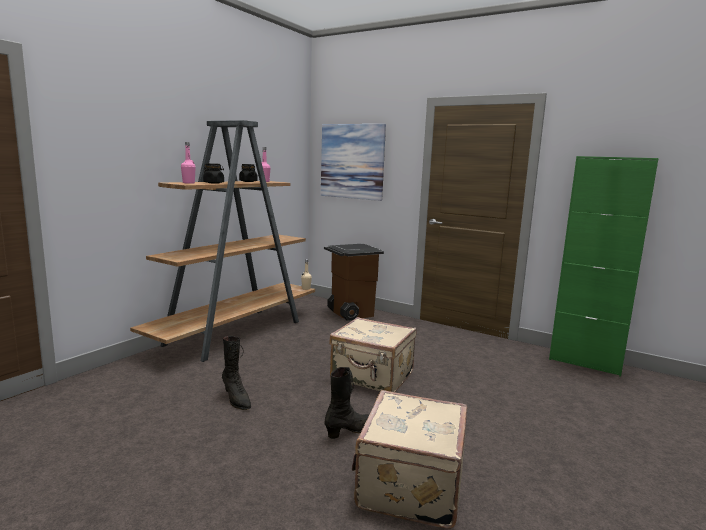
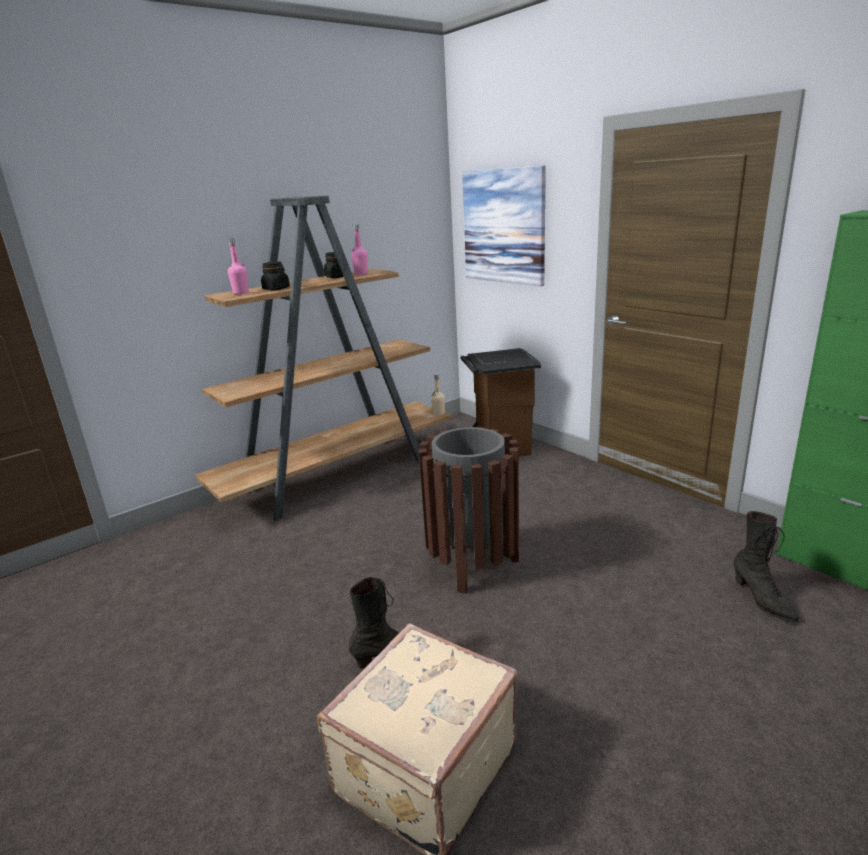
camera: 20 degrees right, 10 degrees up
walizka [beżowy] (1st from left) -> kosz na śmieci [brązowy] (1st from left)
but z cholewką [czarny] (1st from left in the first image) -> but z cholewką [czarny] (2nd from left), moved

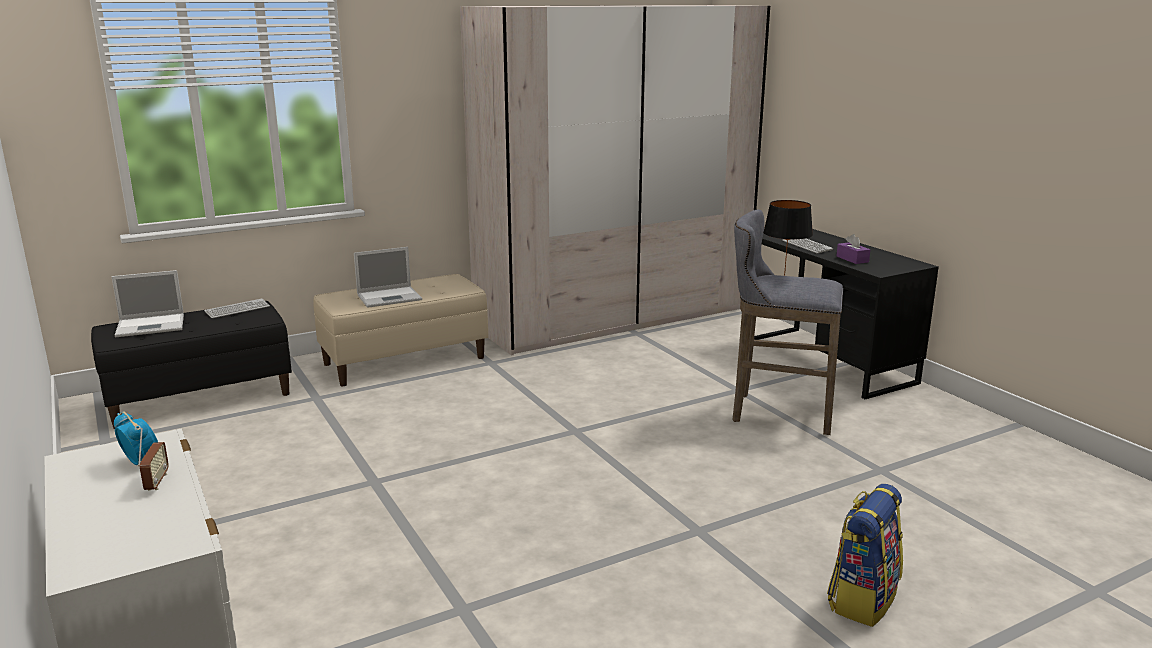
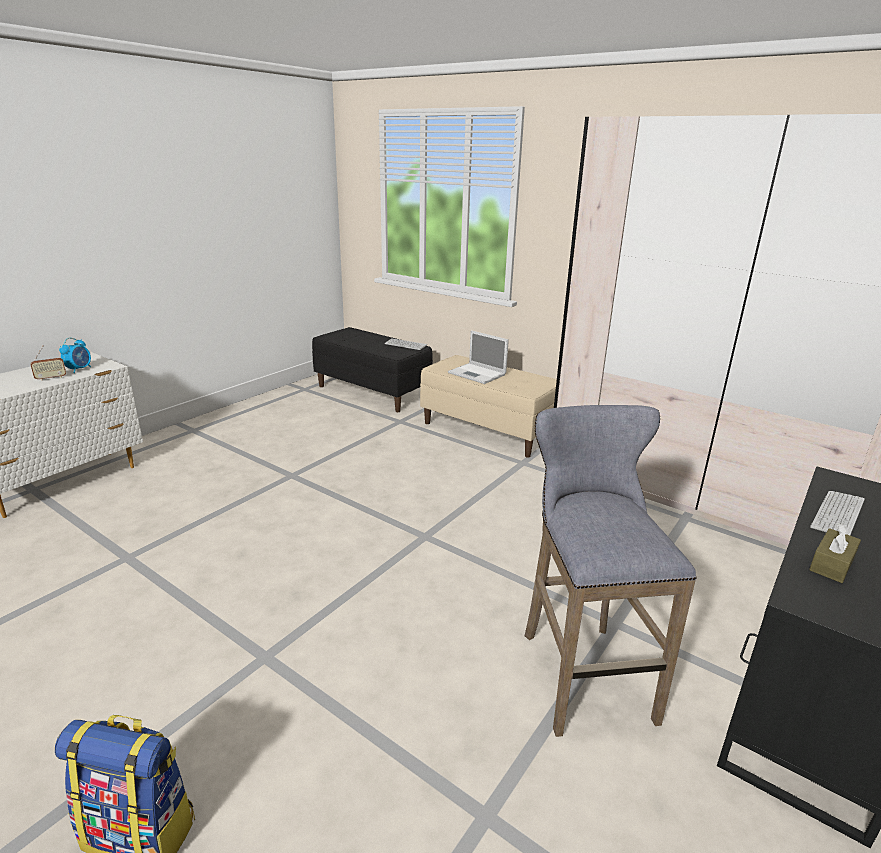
camera: 65 degrees right, 5 degrees up
lampa stołowa [czarny] -> none
pudełko chusteczek [fioletowy] -> pudełko chusteczek [brązowy]
laptop (1st from left) -> none

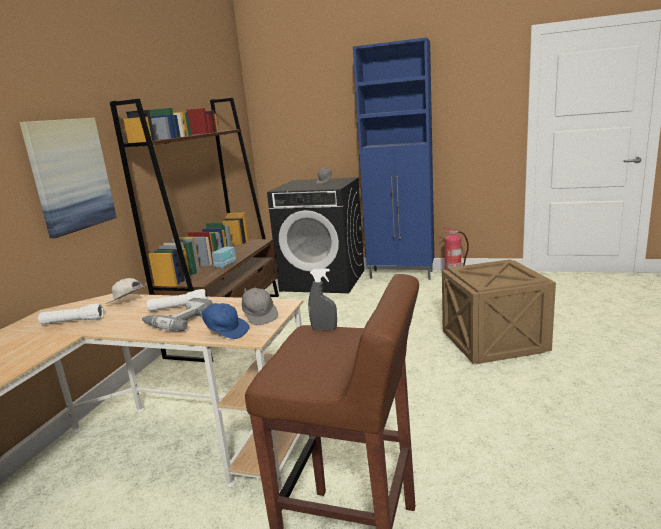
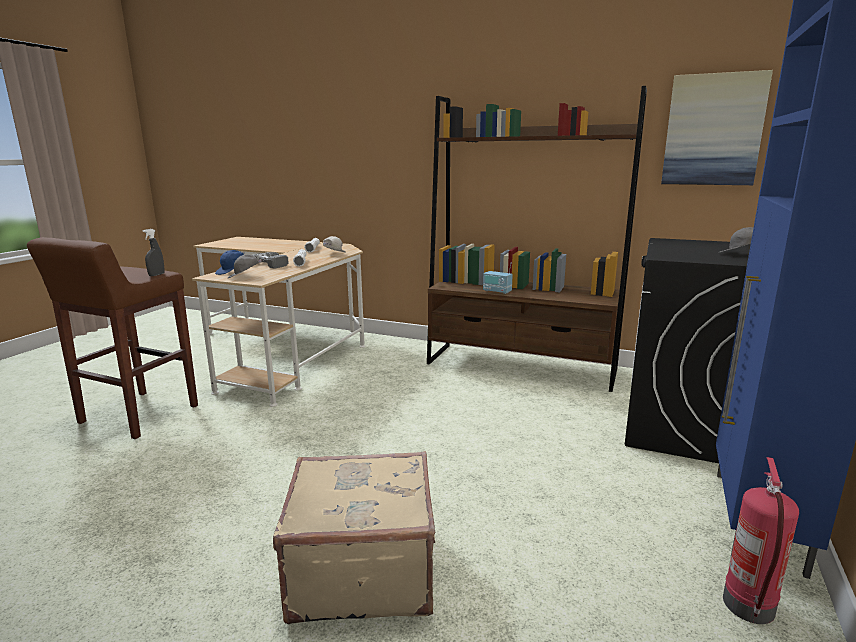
camera: 95 degrees right, 0 degrees up
obraz, moved
skrzynka -> walizka [beżowy]

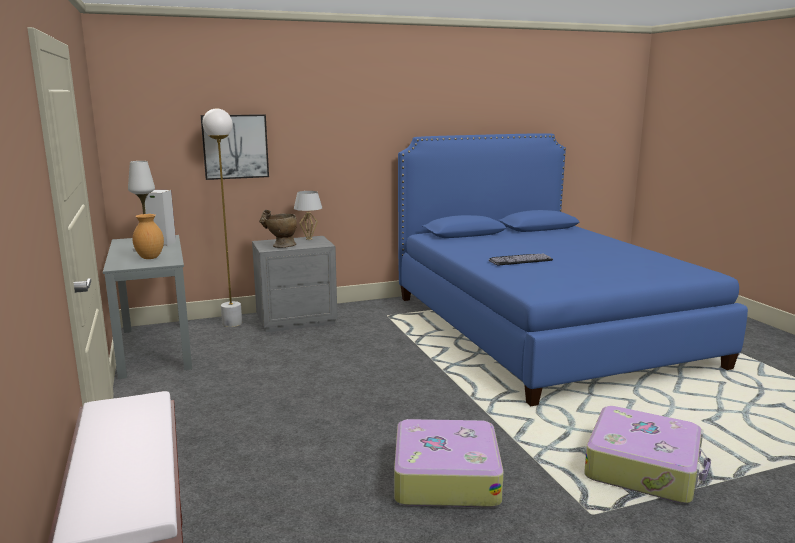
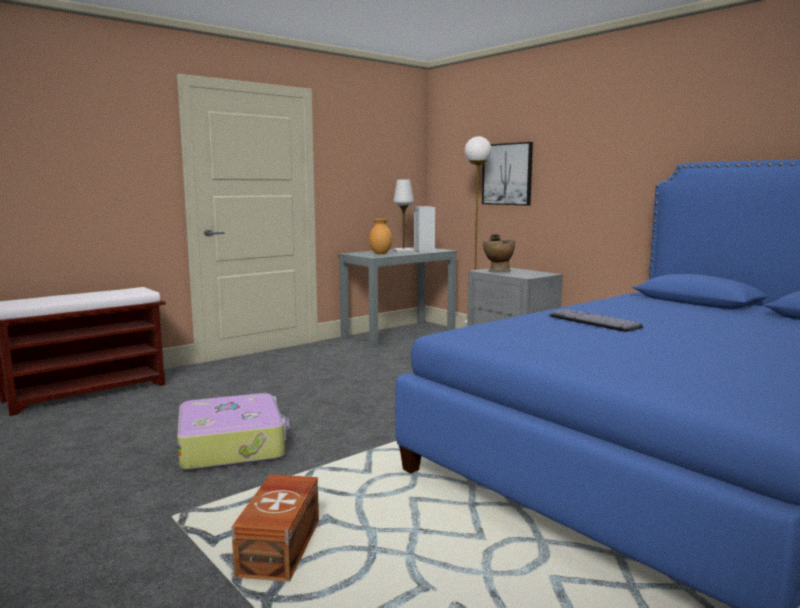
camera: 70 degrees right, 5 degrees down
lampa stołowa [biały] (2nd from left) -> none
walizka (2nd from left) -> pojemnik do przechowywania [brązowy]

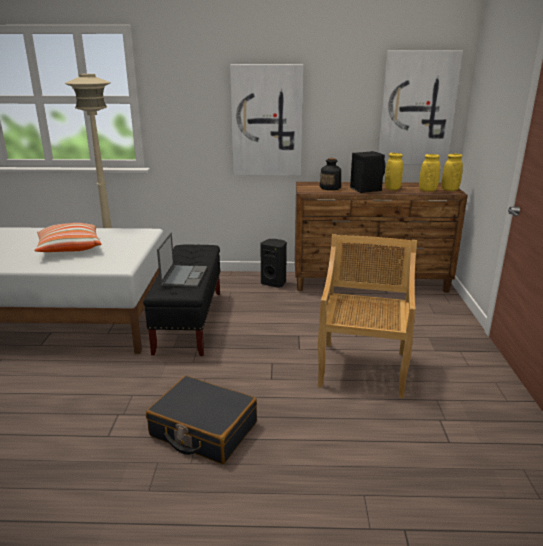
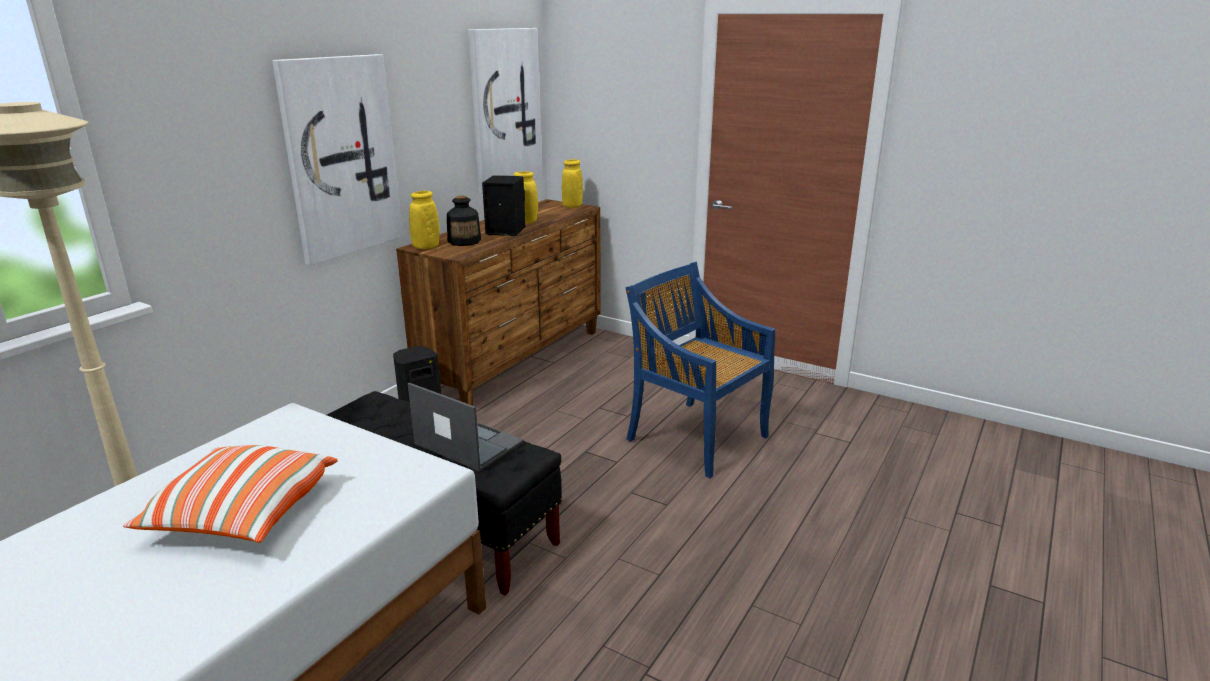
camera: 60 degrees left, 0 degrees up
wazon [żółty] (2nd from left in the first image) -> wazon [żółty] (1st from left), moved
krzesło [beżowy] -> krzesło [niebieski]
walizka [czarny] -> none

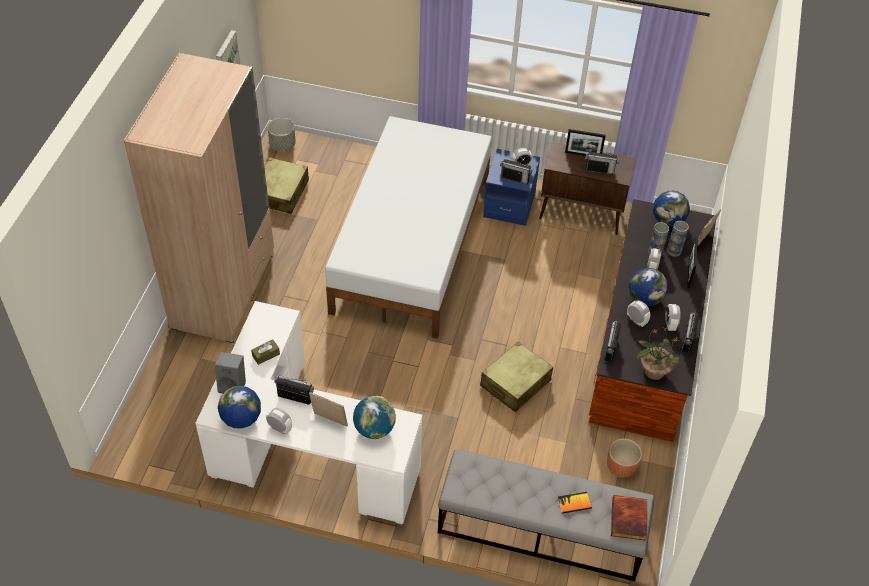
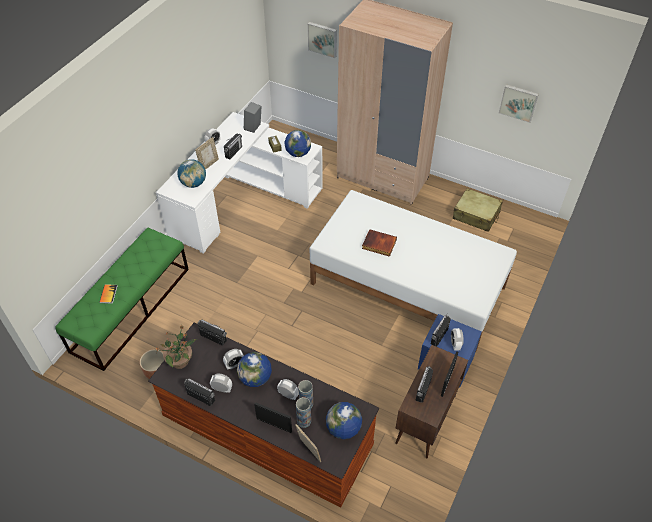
camera: 105 degrees right, 0 degrees up
donica [szary] -> none
walizka [beżowy] (2nd from left) -> none
globus (1st from left in the first image) -> globus (3rd from left), moved
ławka [szary] -> ławka [zielony]
książka (2nd from left), moved
none -> obraz (1st from left)

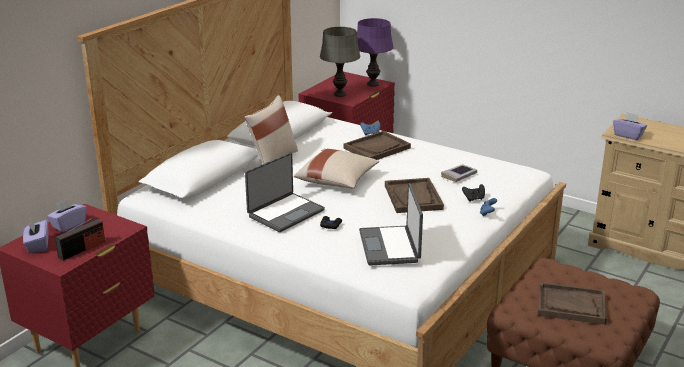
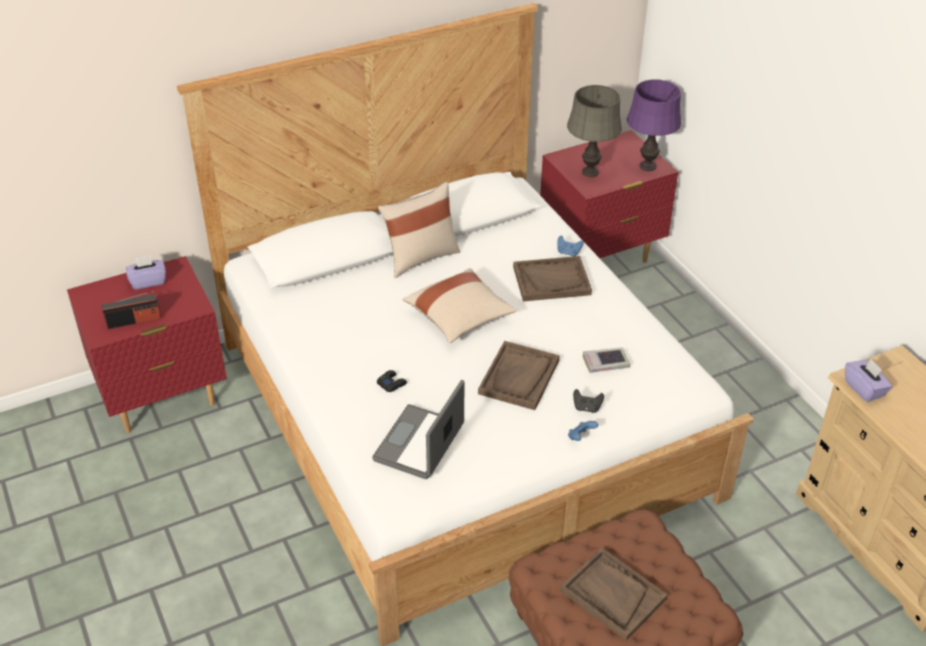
camera: 30 degrees right, 15 degrees up
laptop (1st from left) -> none
pudełko chusteczek [fioletowy] (1st from left) -> none

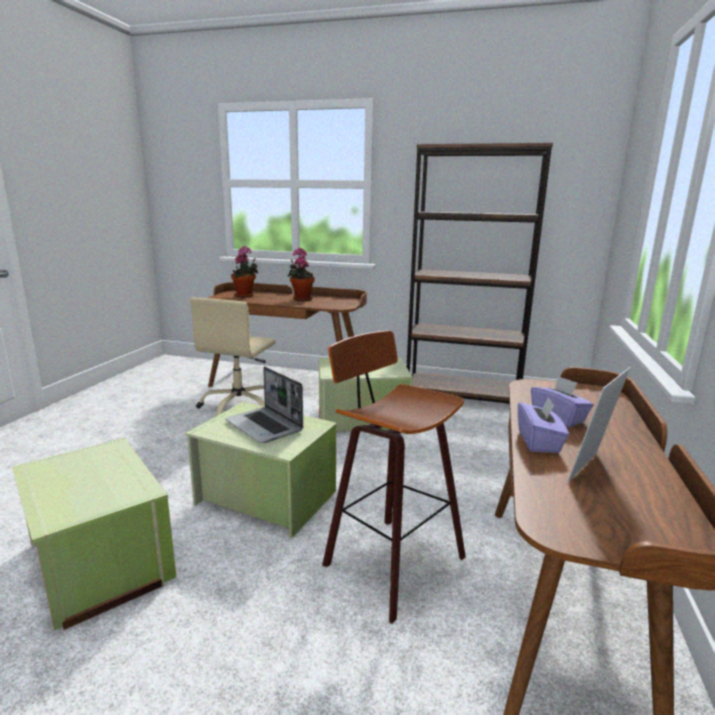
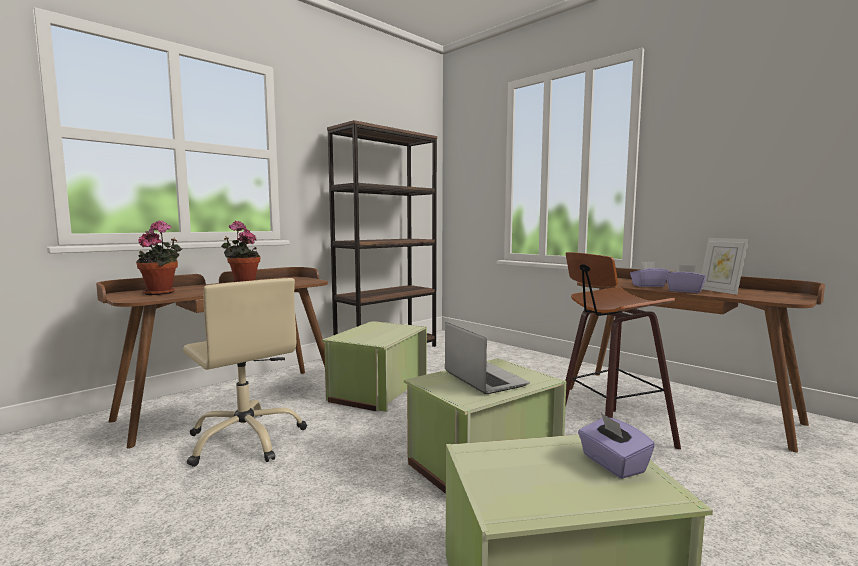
camera: 60 degrees left, 10 degrees down
laptop, 105 degrees counterclockwise
none -> pudełko chusteczek [fioletowy] (1st from left)

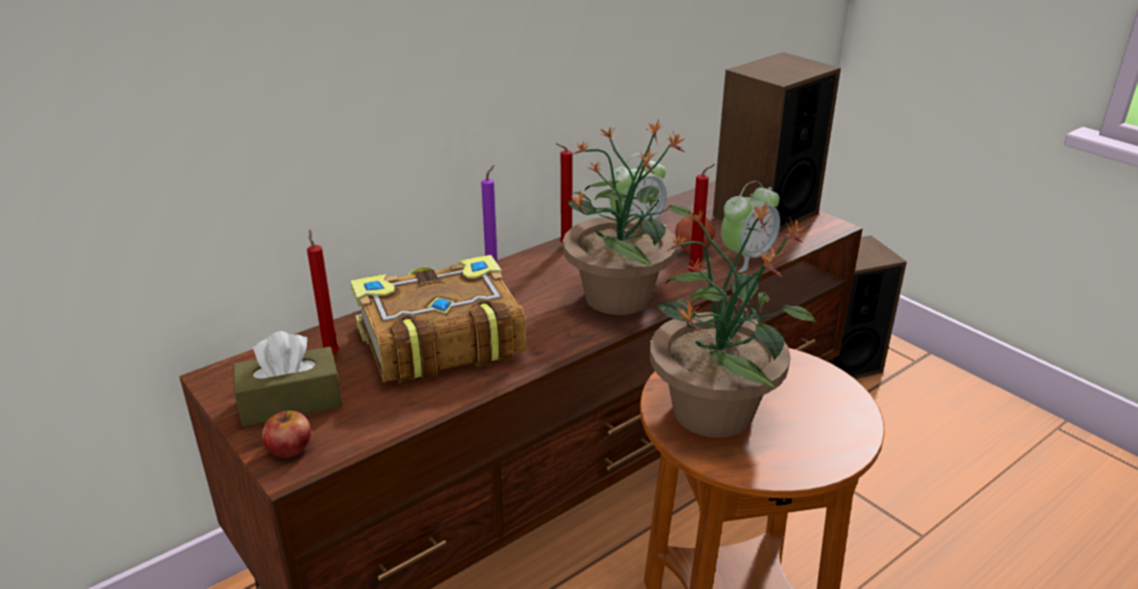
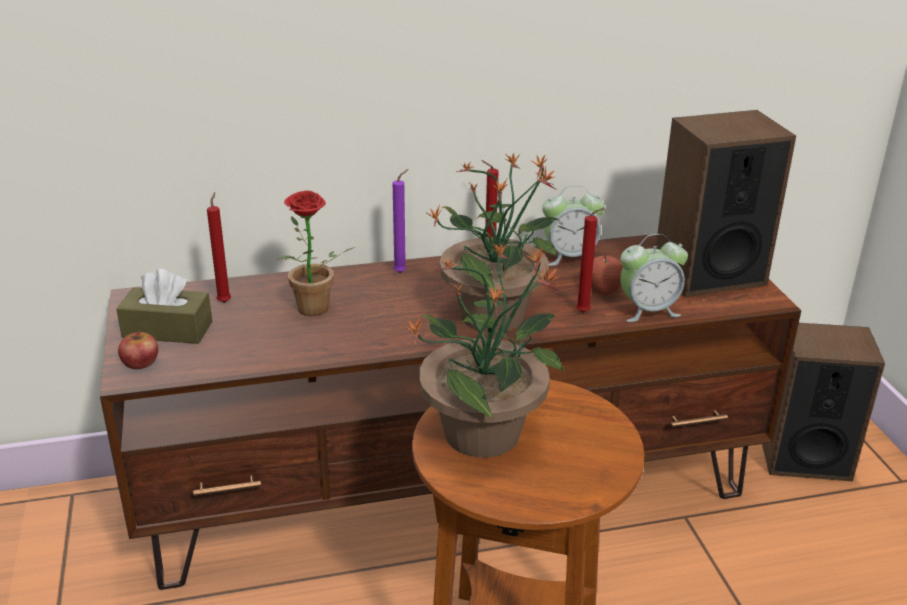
camera: 25 degrees right, 0 degrees up
książka -> roślina doniczkowa (1st from left)

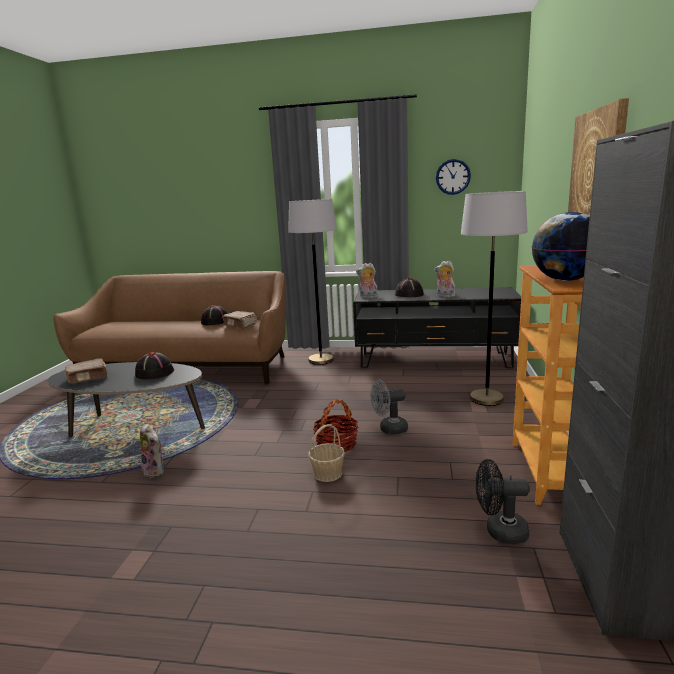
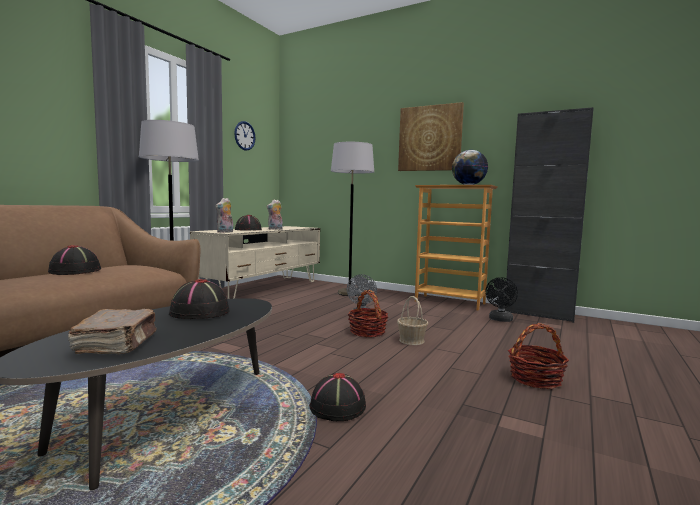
camera: 70 degrees left, 10 degrees down
szafka pod telewizor [czarny] -> szafka pod telewizor [beżowy]
książka [brązowy] (2nd from left) -> none
pluszak (1st from left) -> kapelusz [czarny] (4th from left)
none -> koszyk (3rd from left)

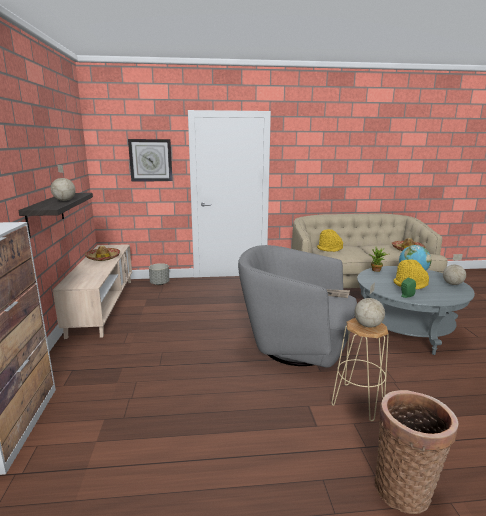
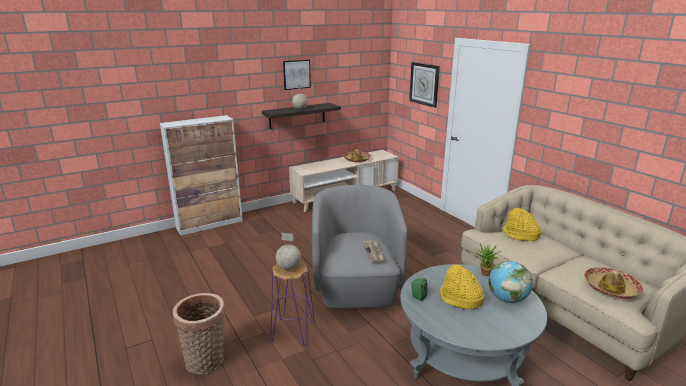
camera: 65 degrees right, 5 degrees up
globus (4th from left) -> none
donica [szary] -> none
stołek [beżowy] -> stołek [fioletowy]
none -> obraz

